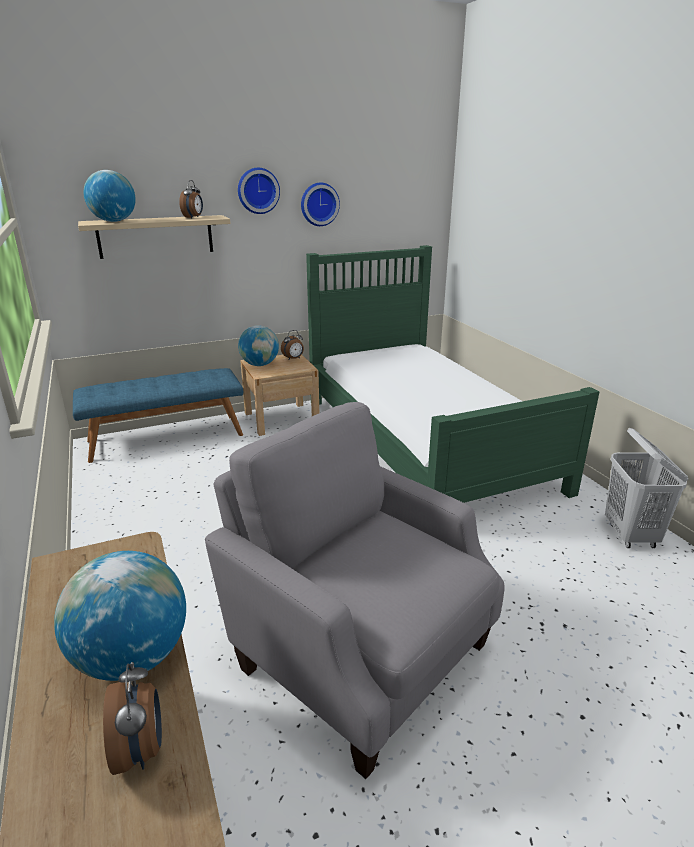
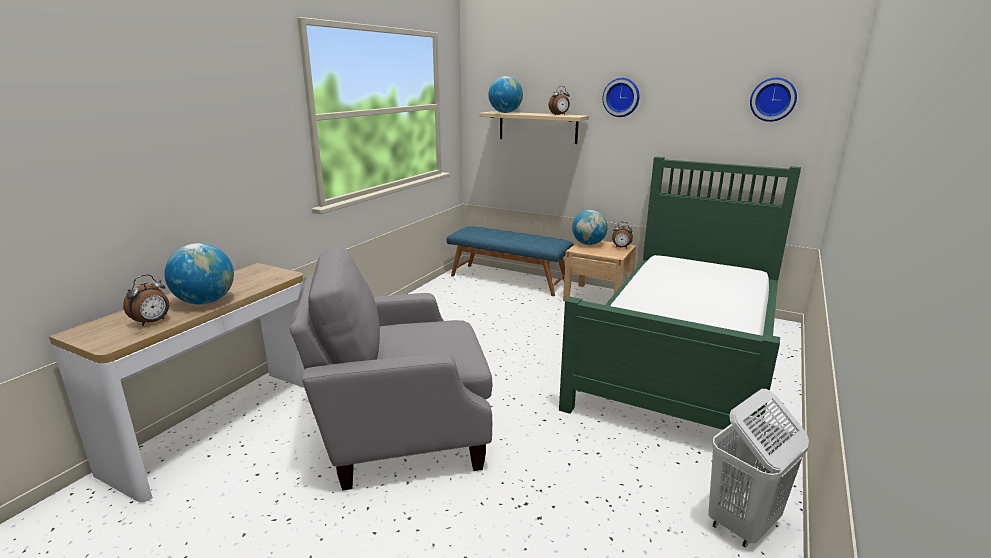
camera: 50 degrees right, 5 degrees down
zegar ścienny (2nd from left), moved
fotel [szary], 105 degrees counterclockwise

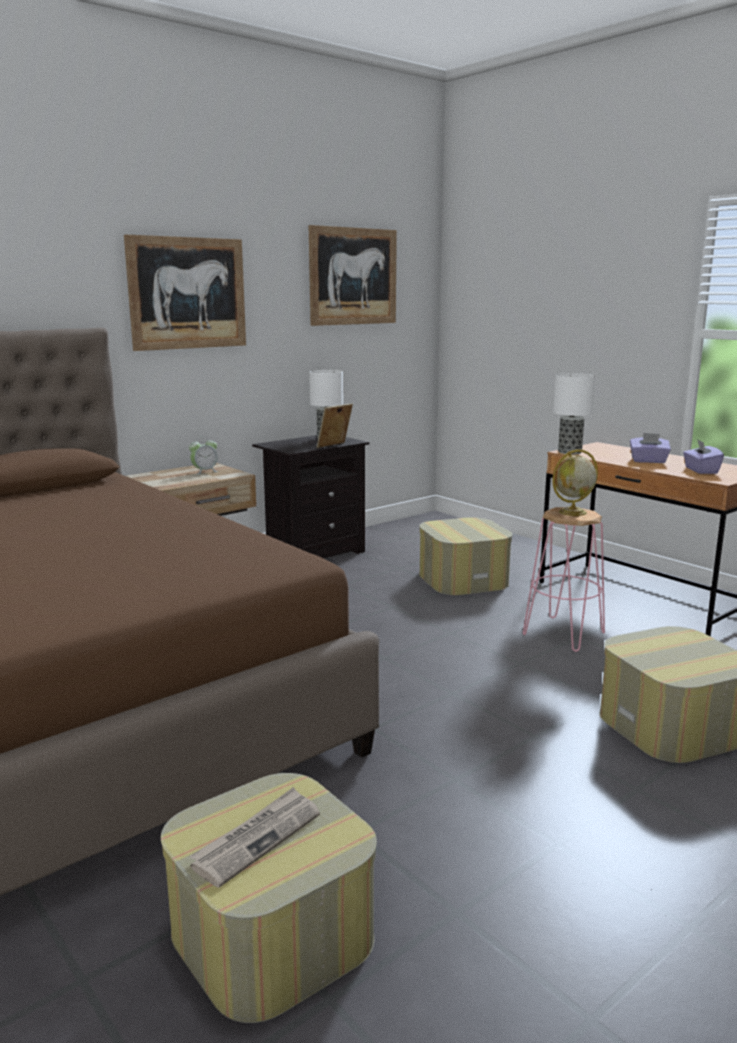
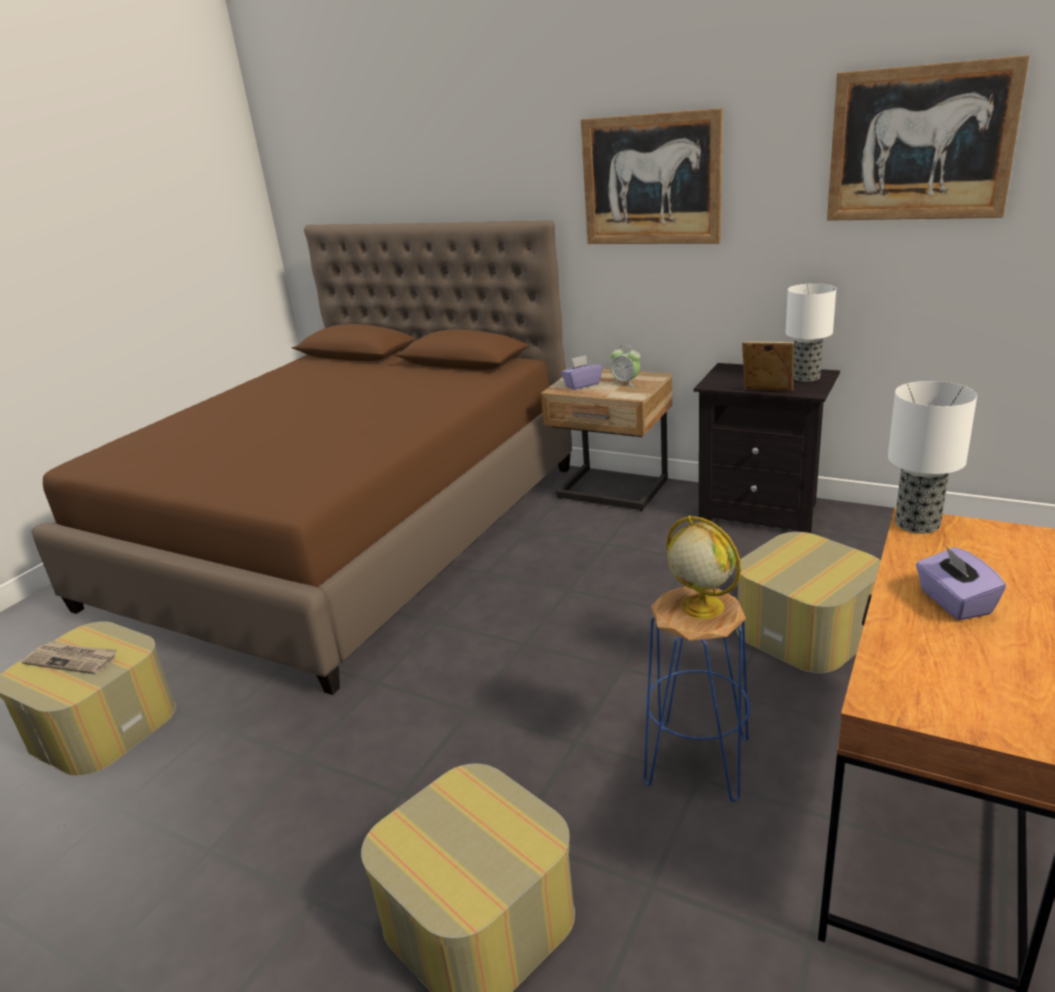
camera: 70 degrees right, 10 degrees up
pudełko chusteczek [fioletowy] (2nd from left in the first image) -> pudełko chusteczek [fioletowy] (1st from left), moved
stołek [różowy] -> stołek [niebieski]

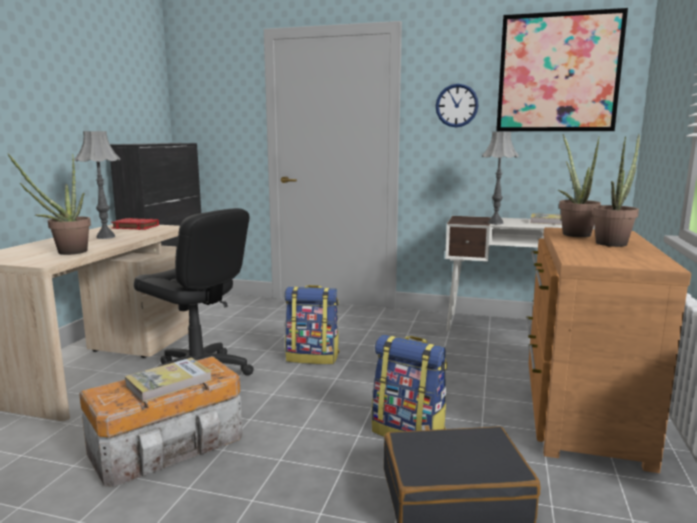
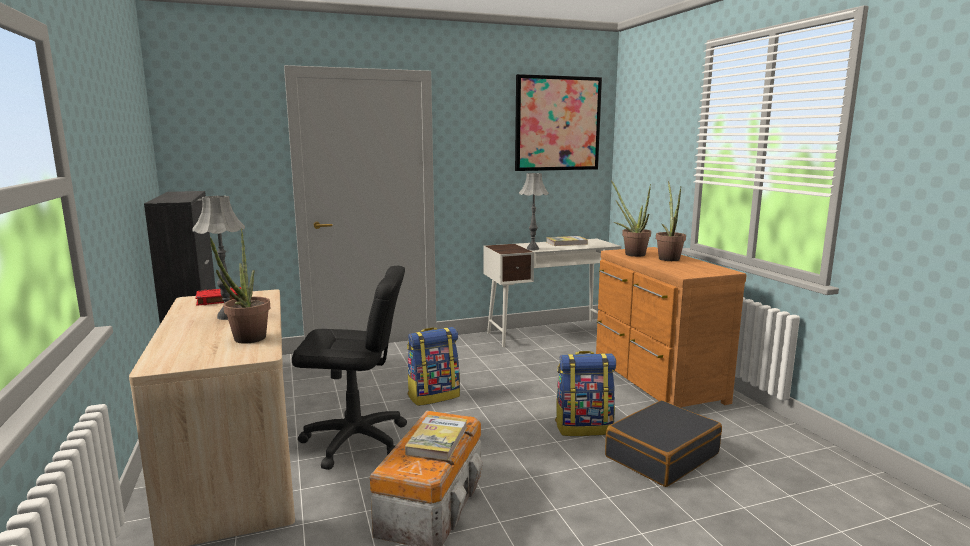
camera: 35 degrees left, 0 degrees up
zegar ścienny -> none

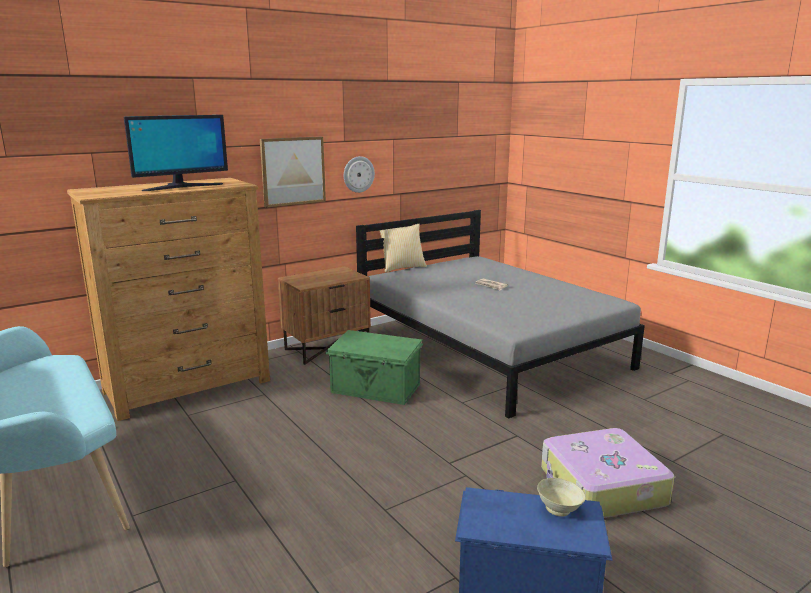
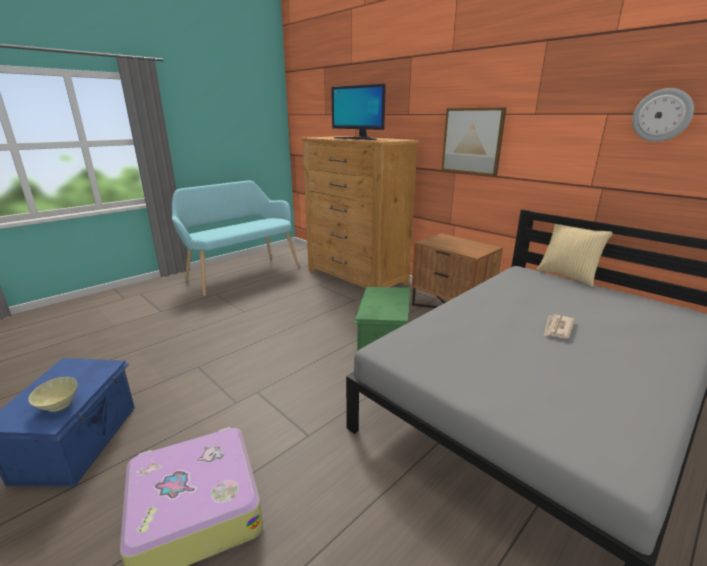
camera: 80 degrees right, 5 degrees up
zegar ścienny, moved

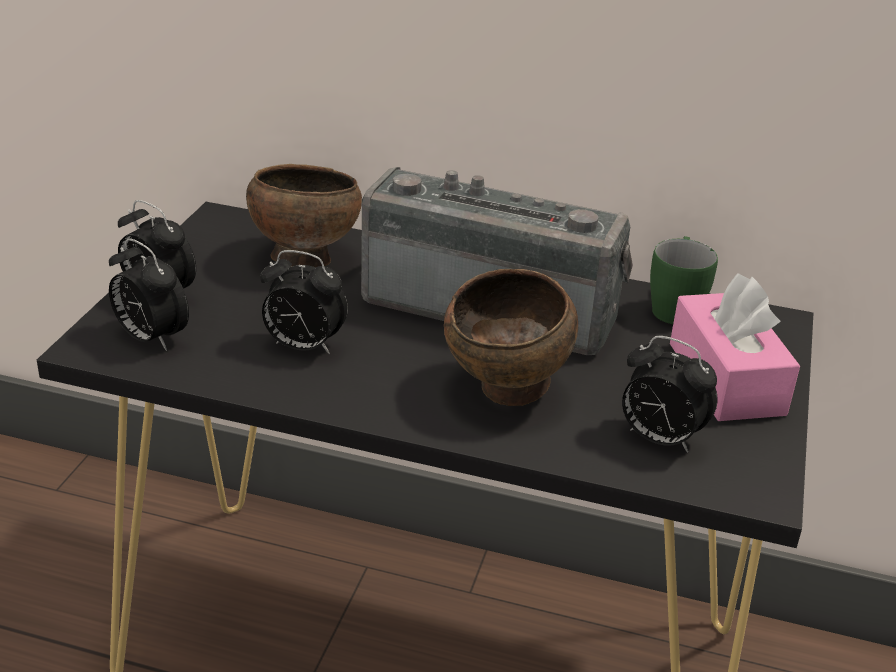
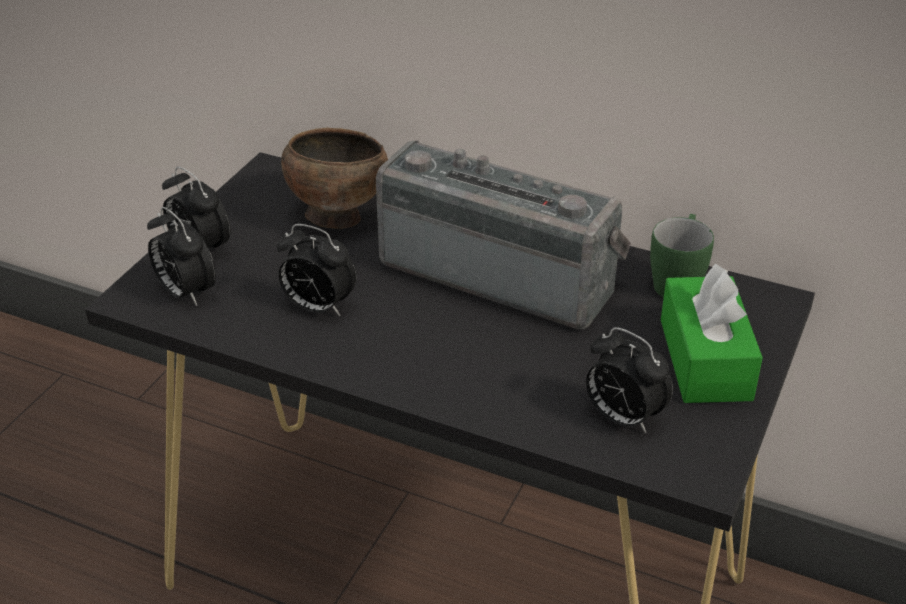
camera: 10 degrees right, 5 degrees up
miska [brązowy] (2nd from left) -> none
pudełko chusteczek [różowy] -> pudełko chusteczek [zielony]

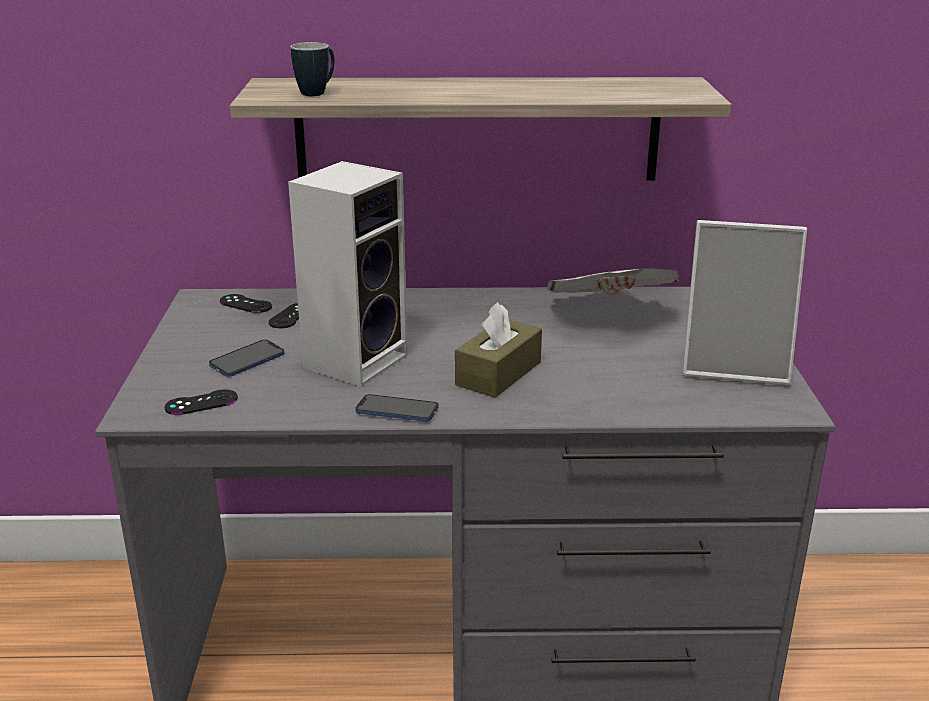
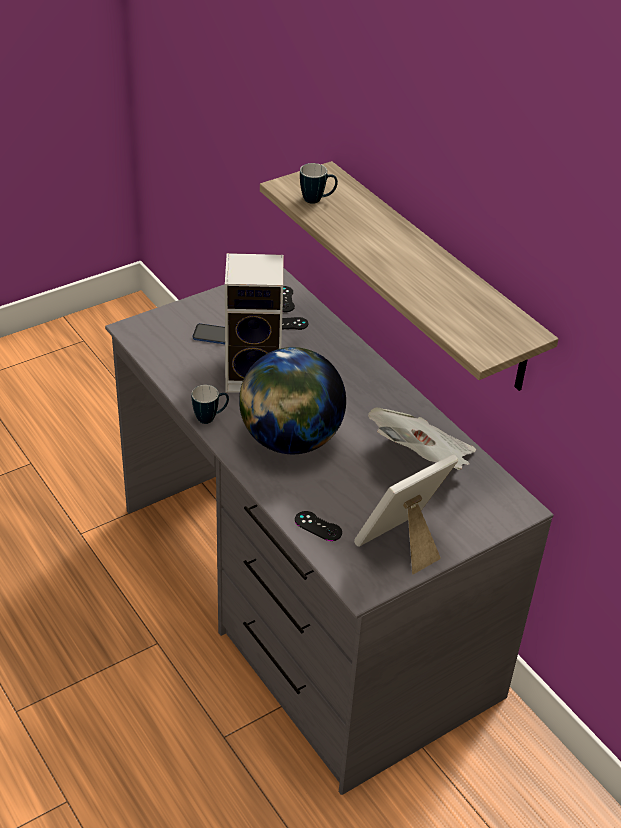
camera: 55 degrees right, 15 degrees up
ramka na zdjęcie, 75 degrees clockwise
pudełko chusteczek [brązowy] -> globus
pad do gier [czarny] (1st from left in the first image) -> pad do gier [czarny] (3rd from left), moved
telefon (2nd from left) -> kubek (1st from left)

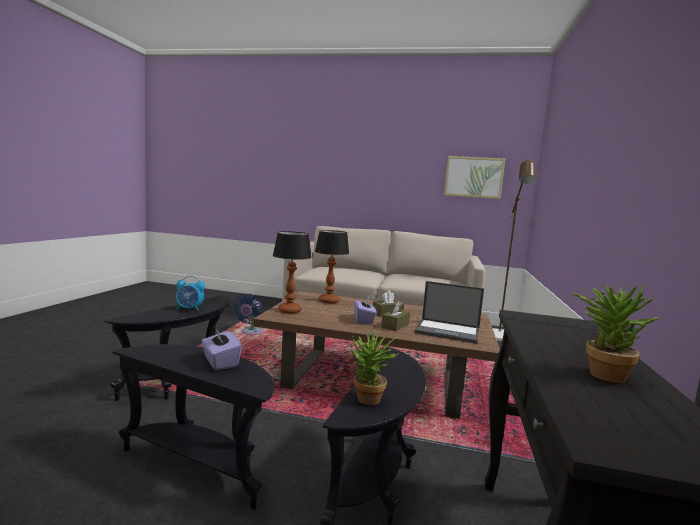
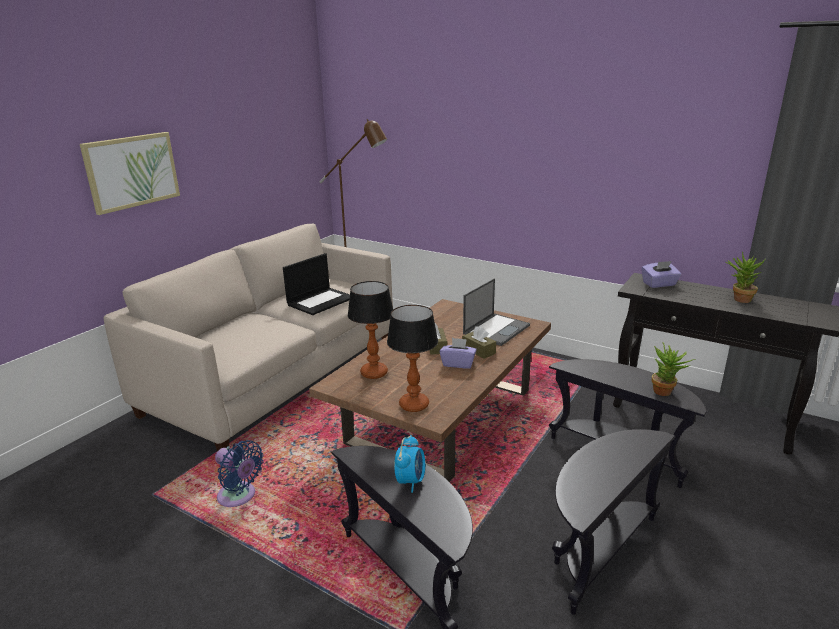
camera: 70 degrees left, 15 degrees up
obraz, moved
pudełko chusteczek [fioletowy] (1st from left in the first image) -> pudełko chusteczek [fioletowy] (2nd from left), moved
none -> laptop (1st from left)

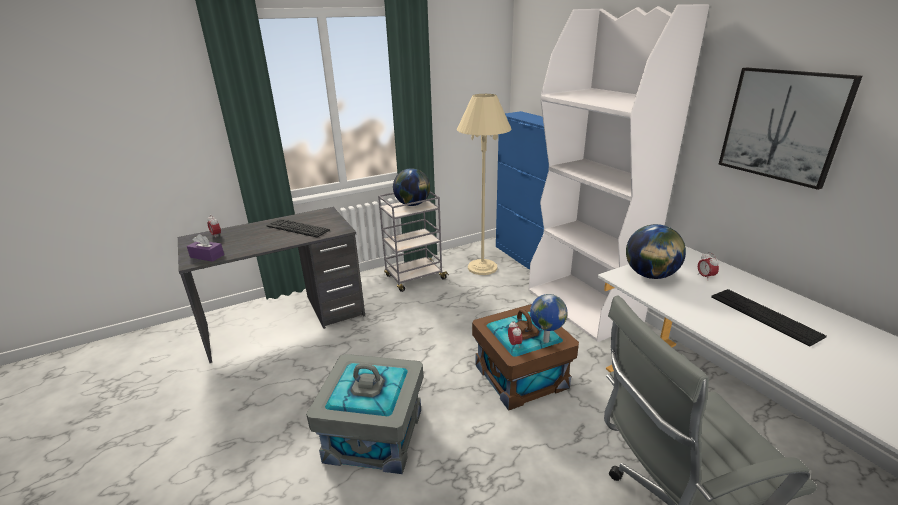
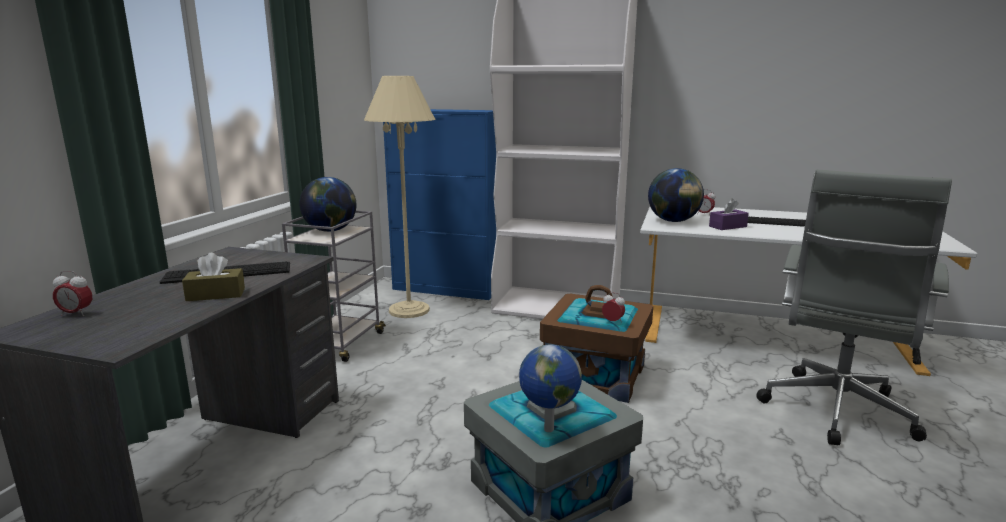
camera: 45 degrees left, 10 degrees down
obraz -> none
pudełko chusteczek [fioletowy], moved
globus (2nd from left), moved
none -> pudełko chusteczek [brązowy]

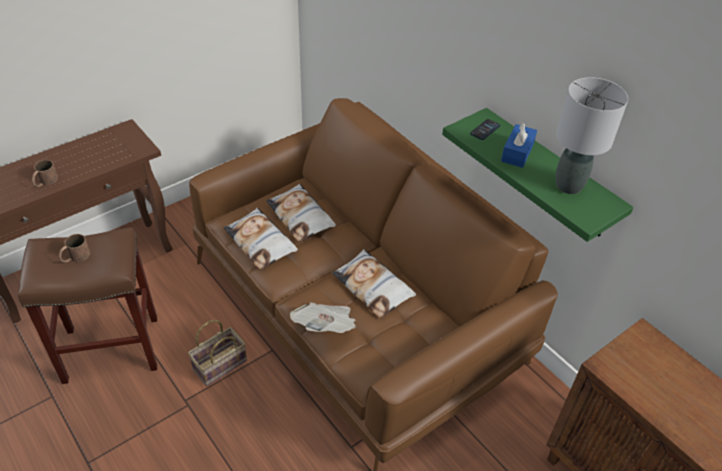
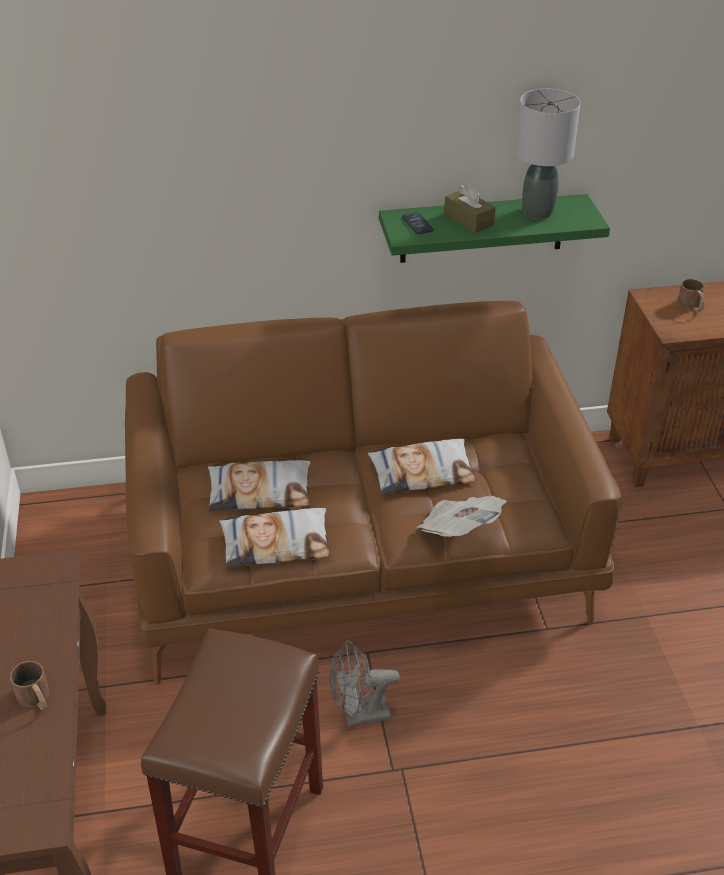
camera: 60 degrees left, 5 degrees down
pudełko chusteczek [niebieski] -> pudełko chusteczek [brązowy]
kubek [brązowy] (2nd from left), moved
koszyk -> wentylator [szary]

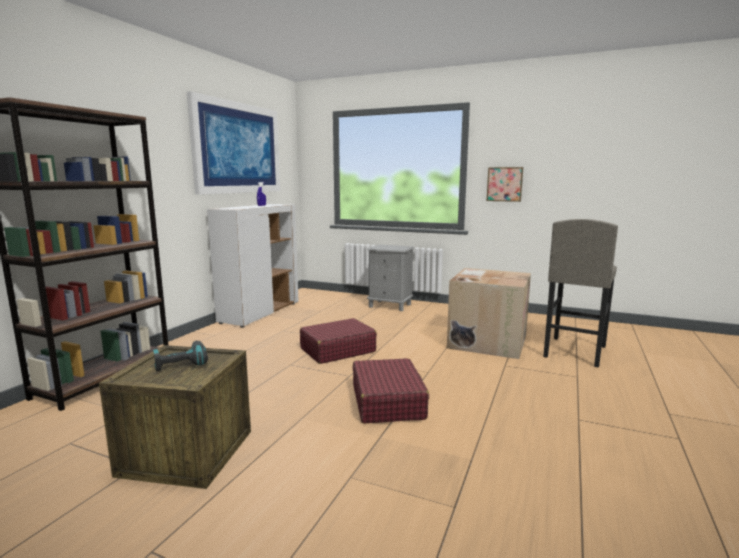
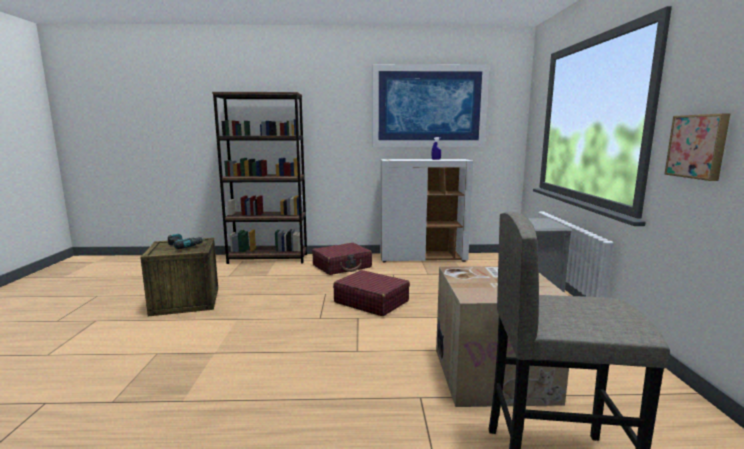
camera: 65 degrees right, 0 degrees up
walizka [czerwony] (2nd from left in the first image) -> walizka [czerwony] (1st from left), moved

